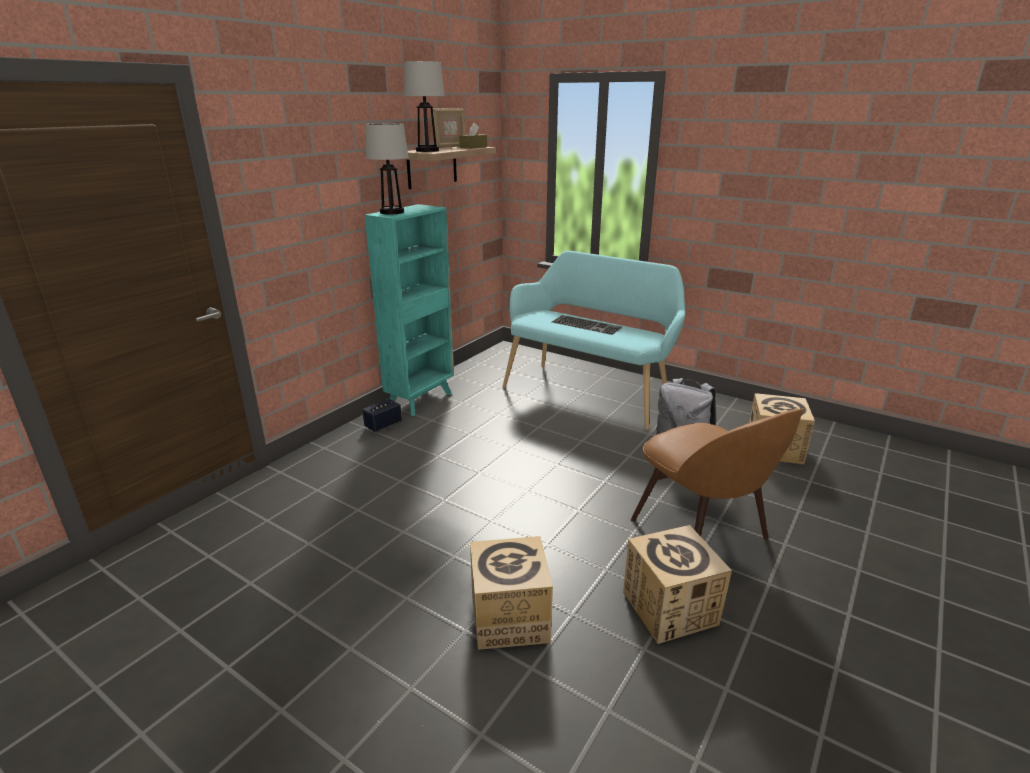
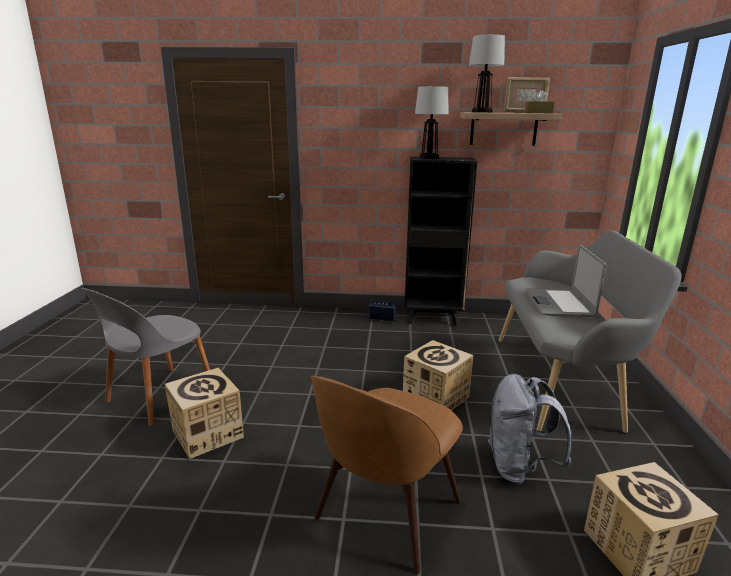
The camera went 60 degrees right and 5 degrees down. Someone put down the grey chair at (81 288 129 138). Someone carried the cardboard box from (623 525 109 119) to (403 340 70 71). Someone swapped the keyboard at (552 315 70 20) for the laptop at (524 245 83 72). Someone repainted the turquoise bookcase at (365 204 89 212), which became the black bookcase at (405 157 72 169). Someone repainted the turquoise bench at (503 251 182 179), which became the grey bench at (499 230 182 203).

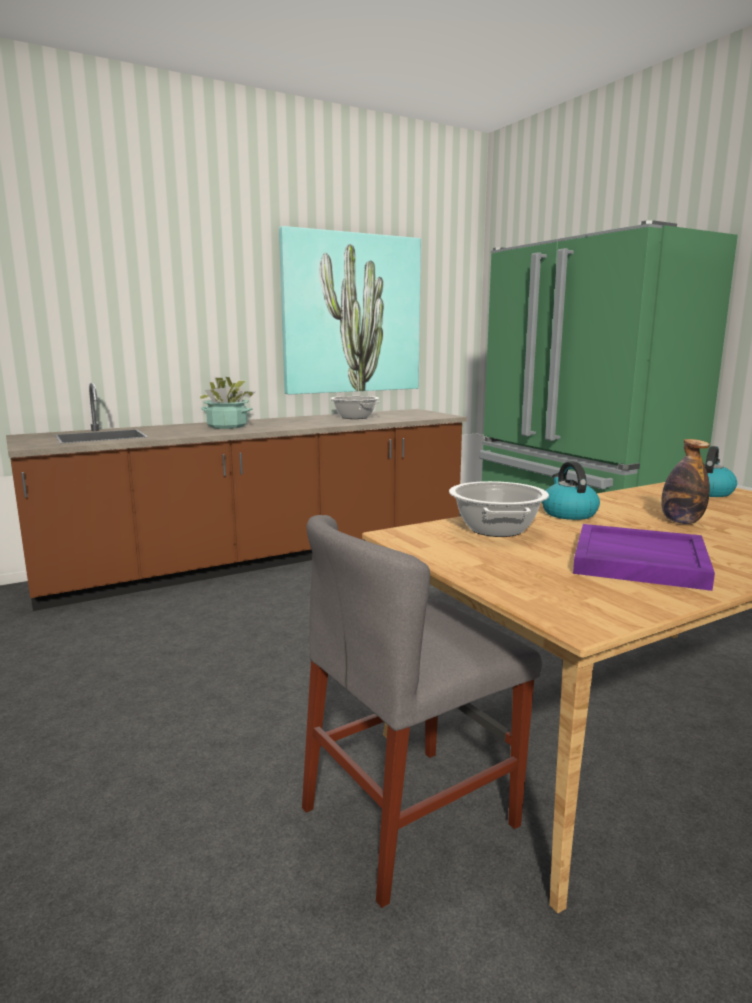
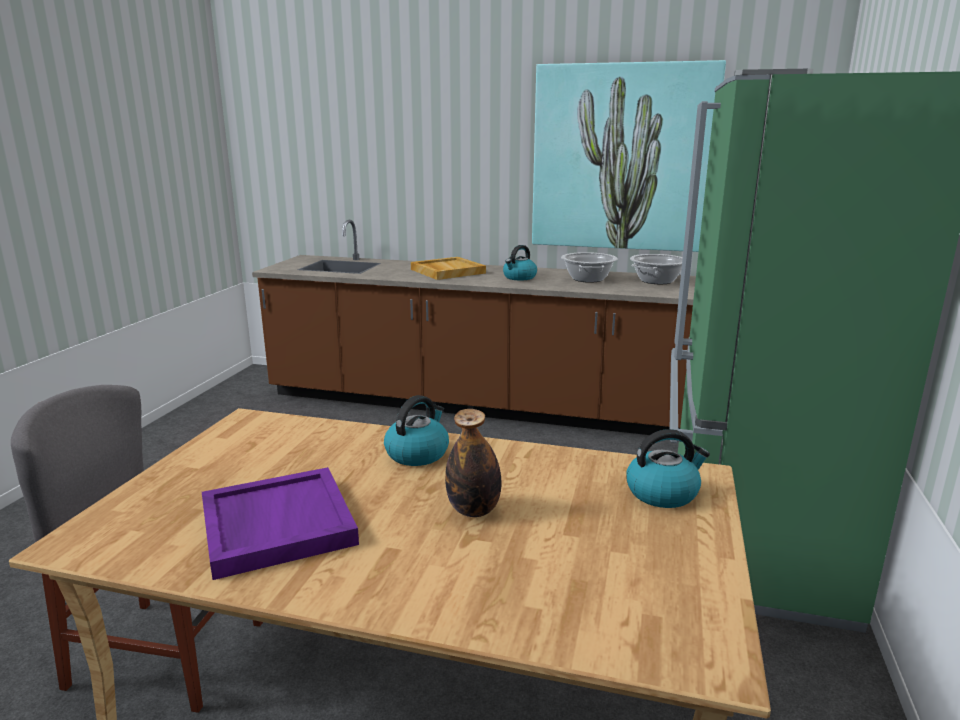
The camera went 45 degrees right and 5 degrees up. Someone put down the kettle at (503 245 34 35). Someone carried the cooking pot from (449 481 100 56) to (630 254 53 30). Someone swapped the potted plant at (198 377 57 52) for the beige tray at (411 257 75 23).

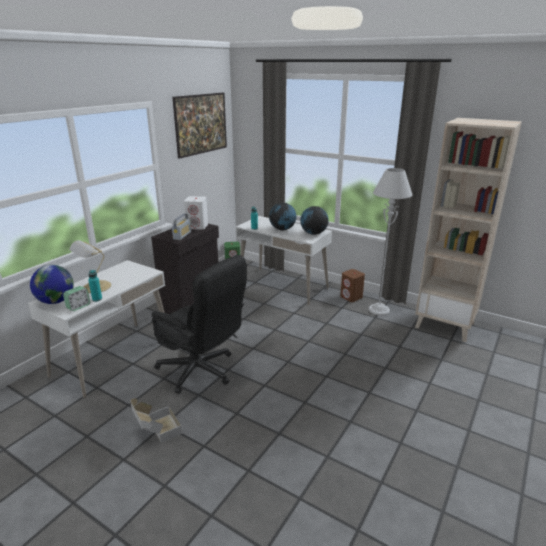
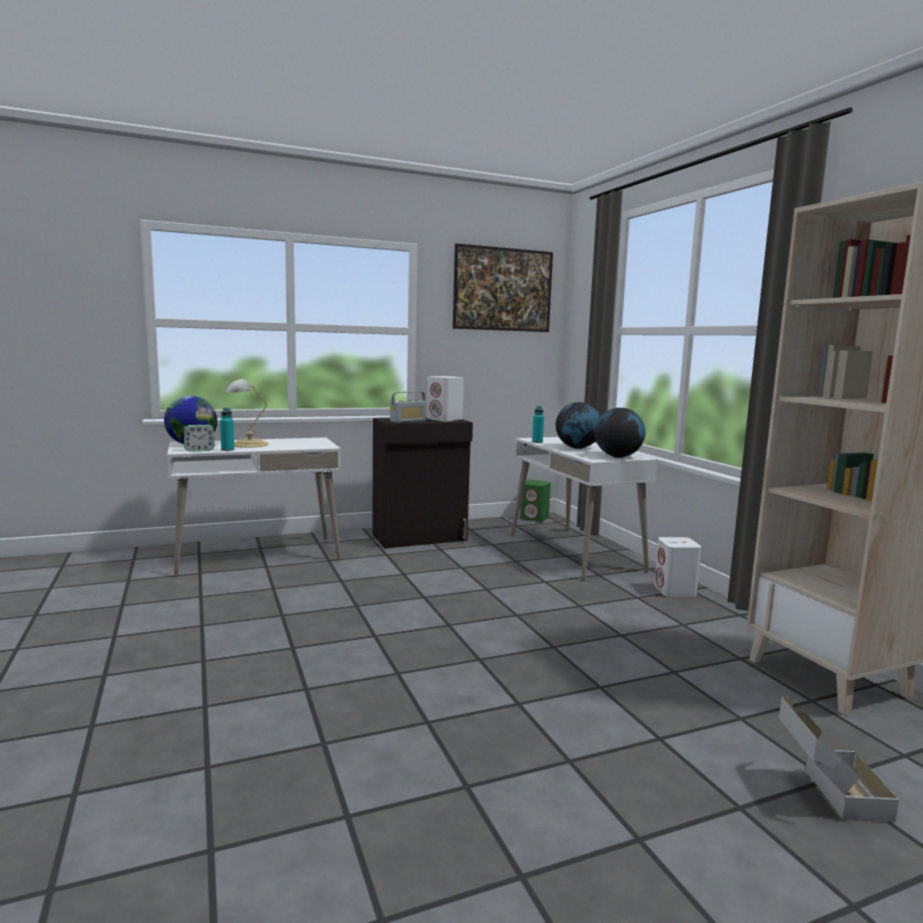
The camera went 35 degrees right and 15 degrees down. Someone took away the black office chair at (152 255 95 139). Someone took away the grey floor lamp at (368 168 44 148). Someone carried the cardboard box from (130 398 52 45) to (779 697 120 125). Someone repainted the brown speaker at (340 269 25 33), which became the white speaker at (654 537 47 60).

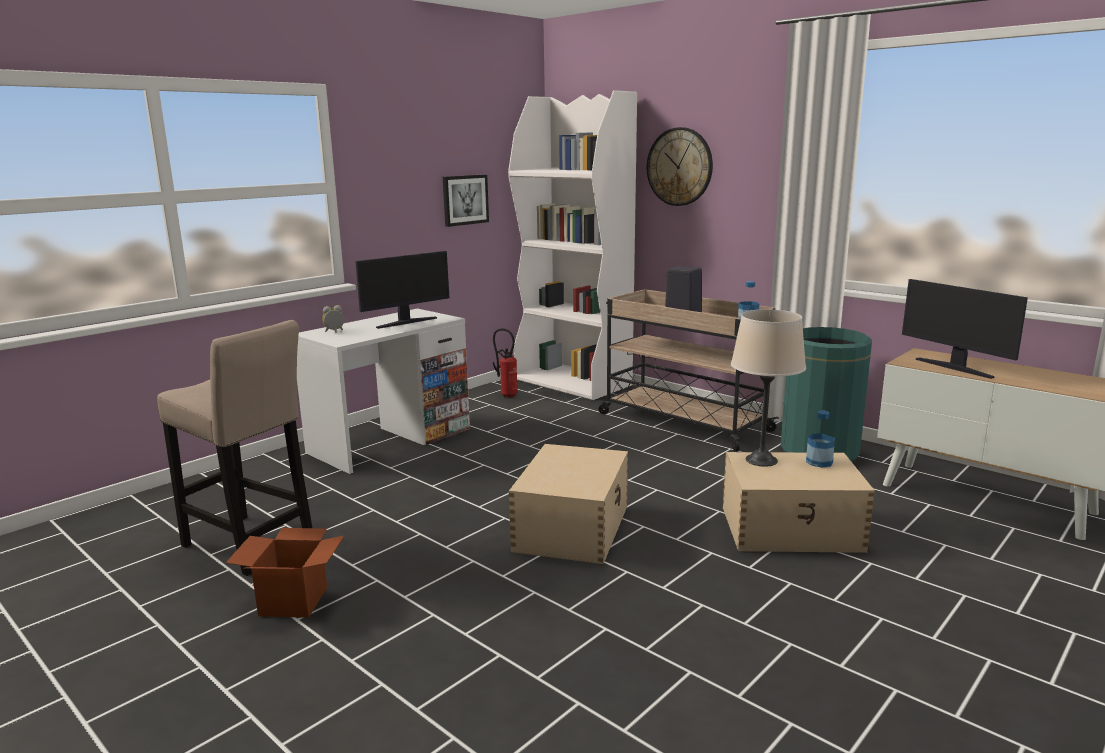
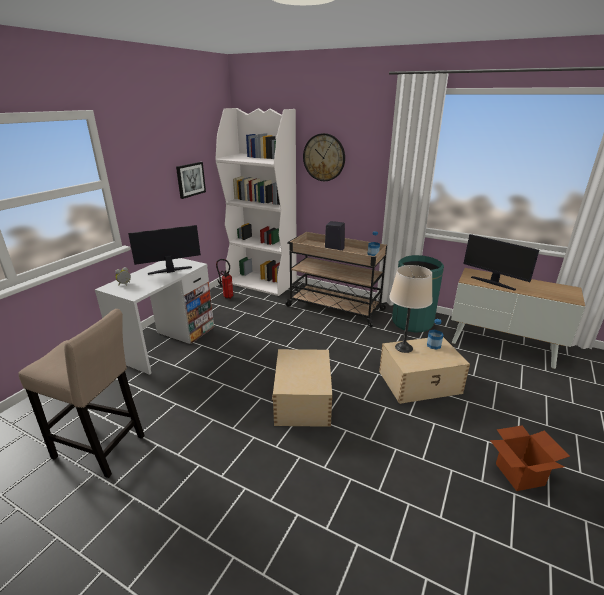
The camera went 15 degrees left and 10 degrees up. Someone carried the cardboard box from (226 528 118 90) to (490 425 80 66). Someone rotated the monitor at (355 251 95 78) by 150 degrees counterclockwise.

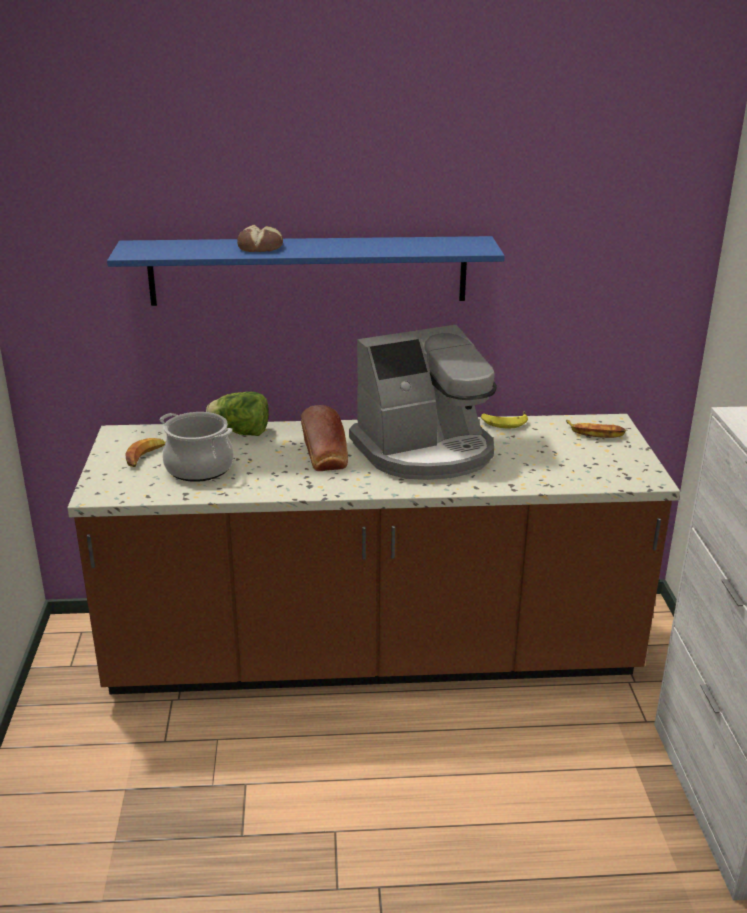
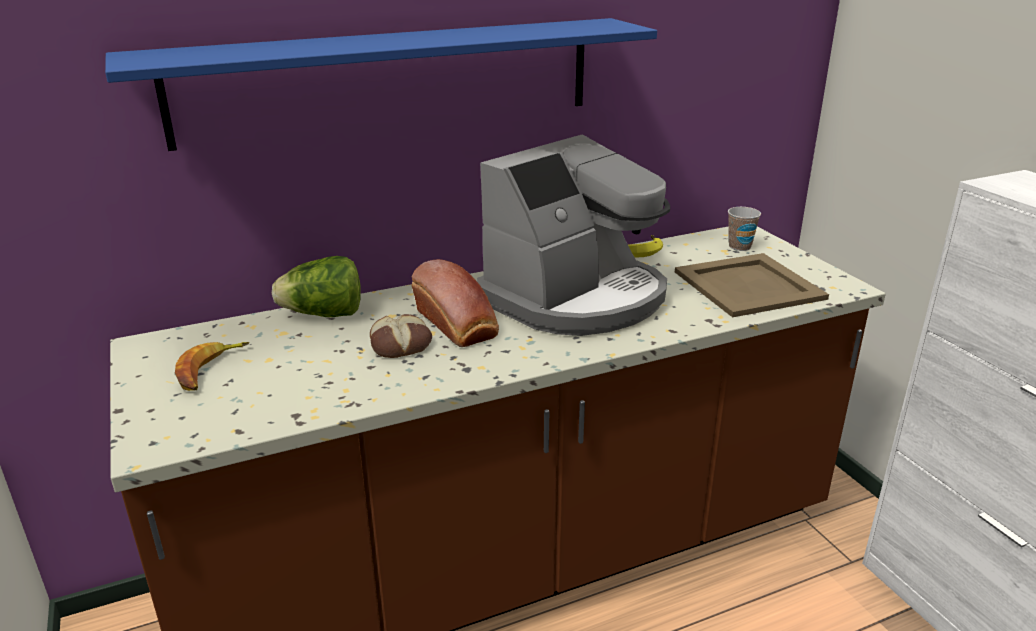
The camera went 20 degrees left and 0 degrees up. Someone took away the cooking pot at (159 412 75 70). Someone put down the beige tray at (675 253 154 64). Someone carried the bread from (237 225 46 27) to (370 314 62 44). Someone swapped the banana at (566 420 60 18) for the cup at (728 207 33 44).

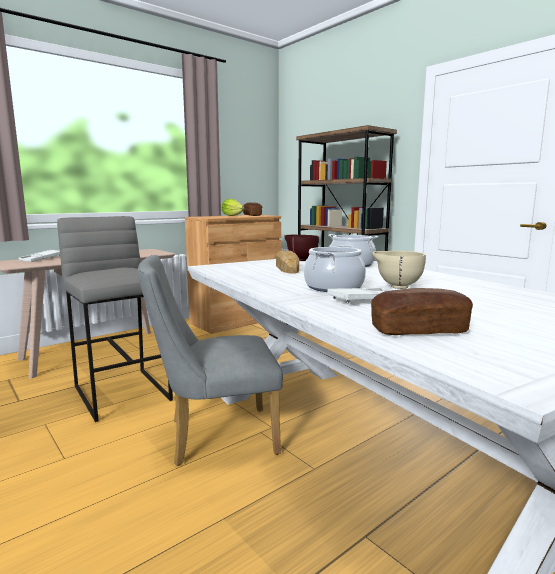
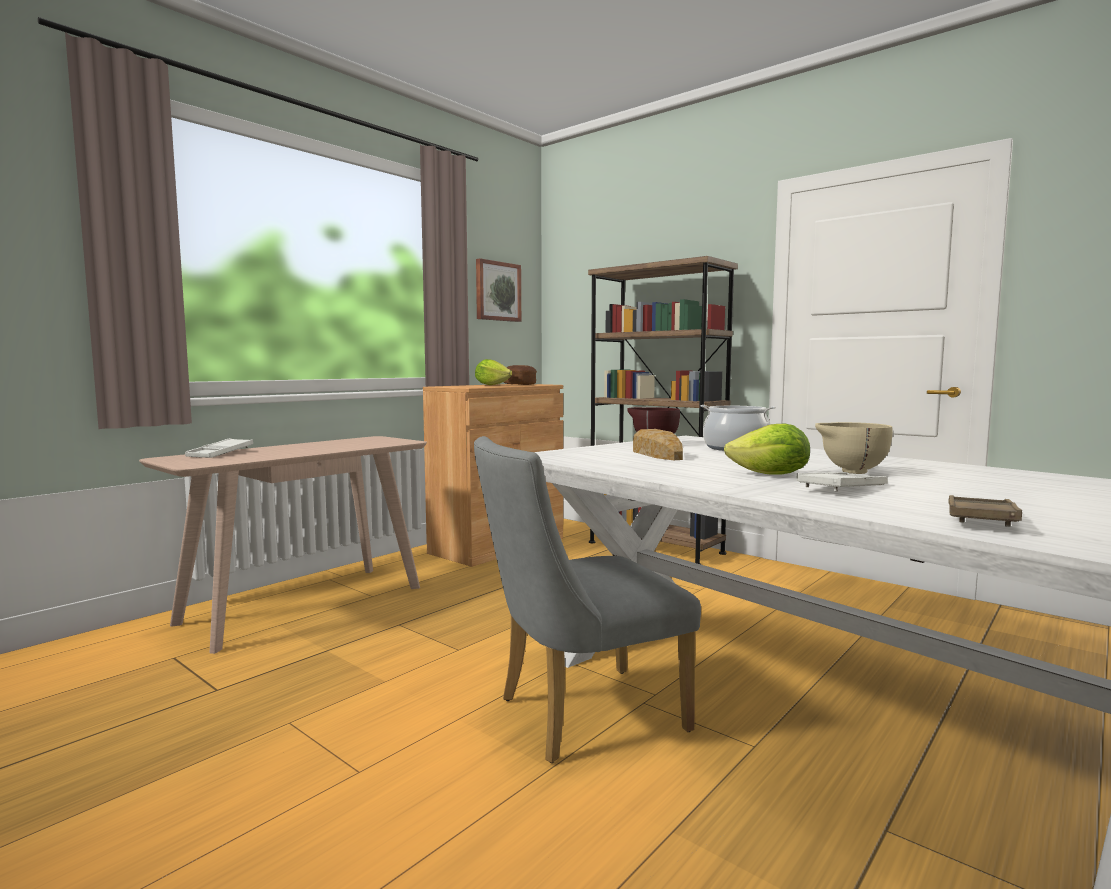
The camera went 10 degrees left and 5 degrees down. Someone took away the grey stool at (57 216 116 206). Someone put up the picture at (476 258 45 64). Someone swapped the cooking pot at (304 245 62 47) for the lettuce at (724 424 86 51). Someone swapped the bread at (371 288 102 47) for the brown tray at (948 495 74 32).

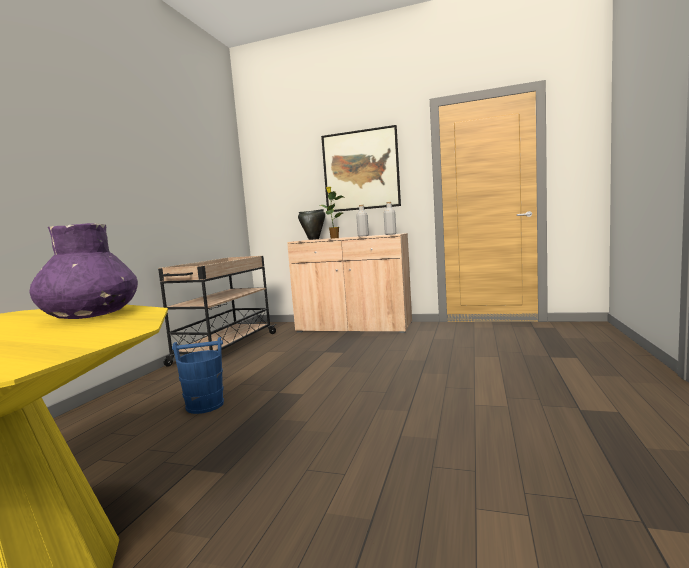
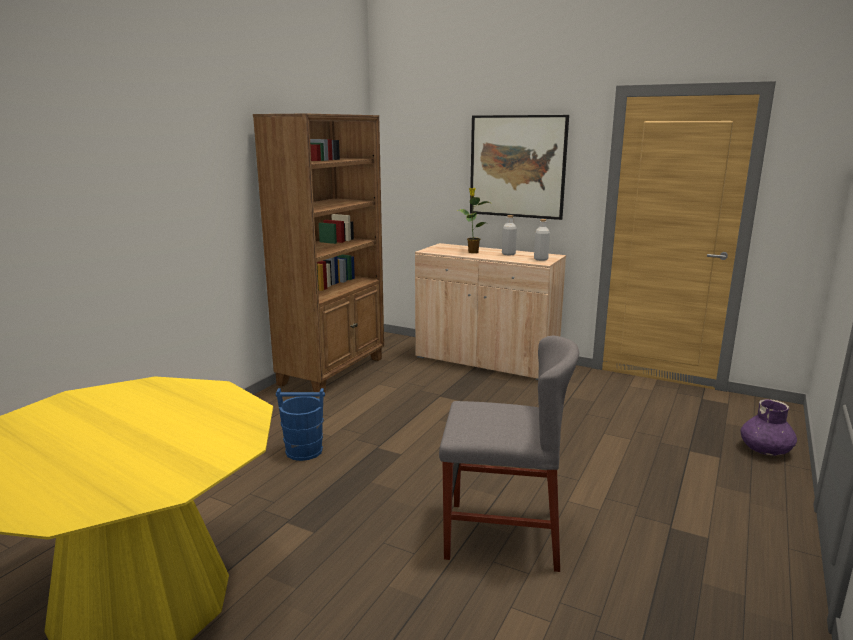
The camera went 10 degrees right and 10 degrees up. Someone took away the black cooking pot at (298 209 27 31). Someone put down the grey chair at (439 335 140 237). Someone carried the purple vase from (29 223 109 96) to (741 399 56 57). Someone swapped the beige cart at (158 256 119 110) for the brown bookcase at (253 114 131 278).

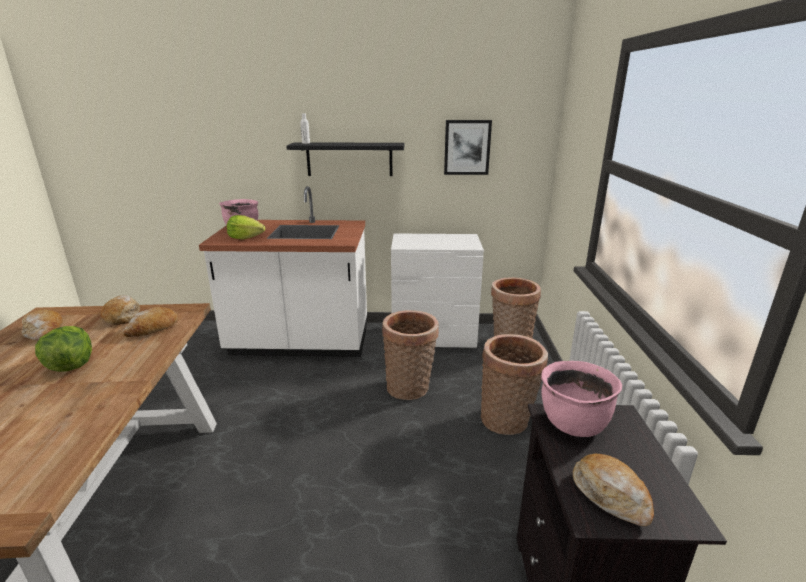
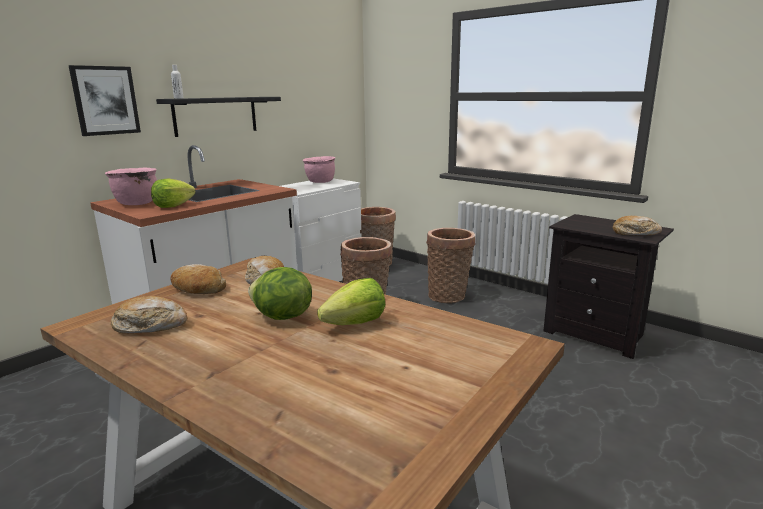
The camera went 50 degrees left and 5 degrees down. Someone put down the lettuce at (317 278 68 47). Someone carried the picture from (444 120 48 55) to (68 65 73 71). Someone carried the pink cooking pot from (541 361 81 76) to (303 156 32 27).

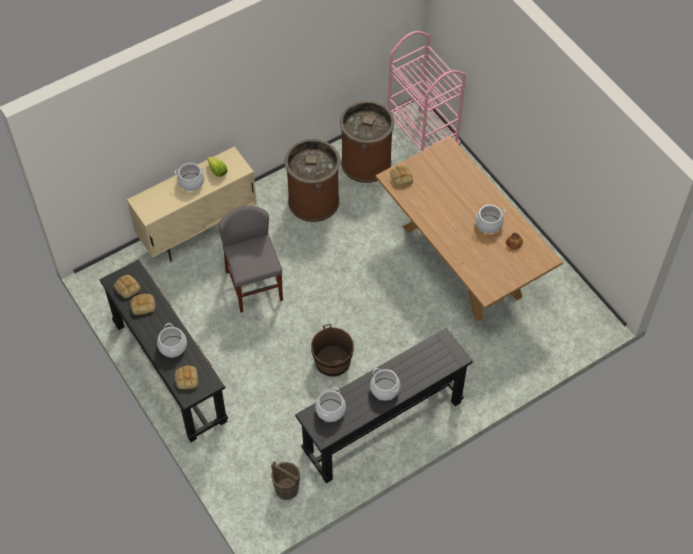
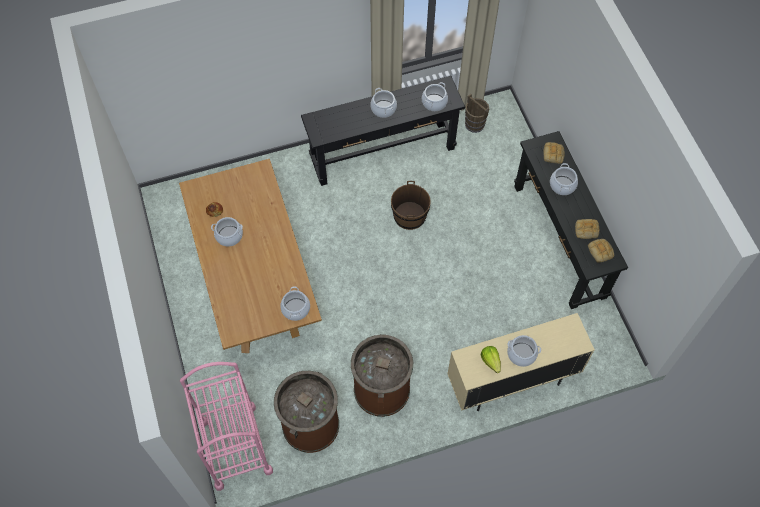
The camera went 165 degrees left and 5 degrees up. Someone took away the grey chair at (219 206 64 107). Someone swapped the bread at (390 166 23 20) for the cooking pot at (280 286 30 35).

